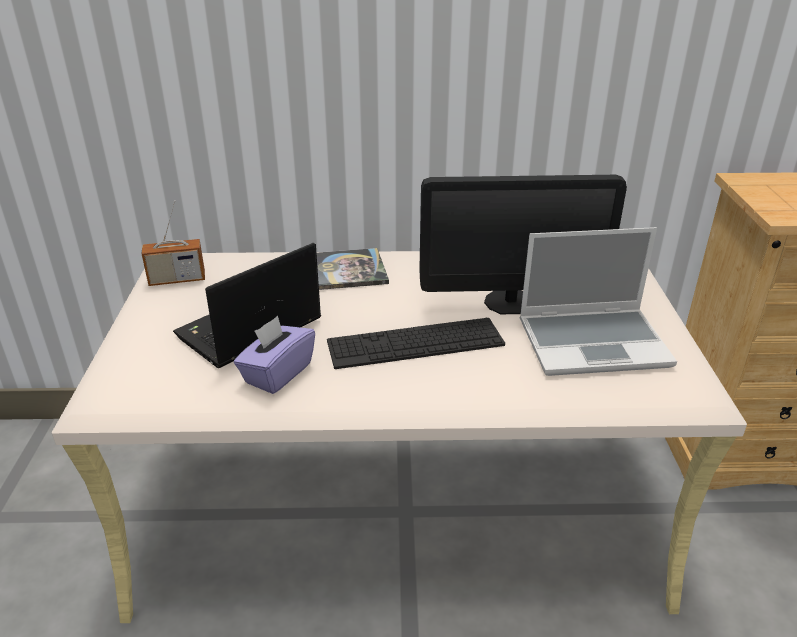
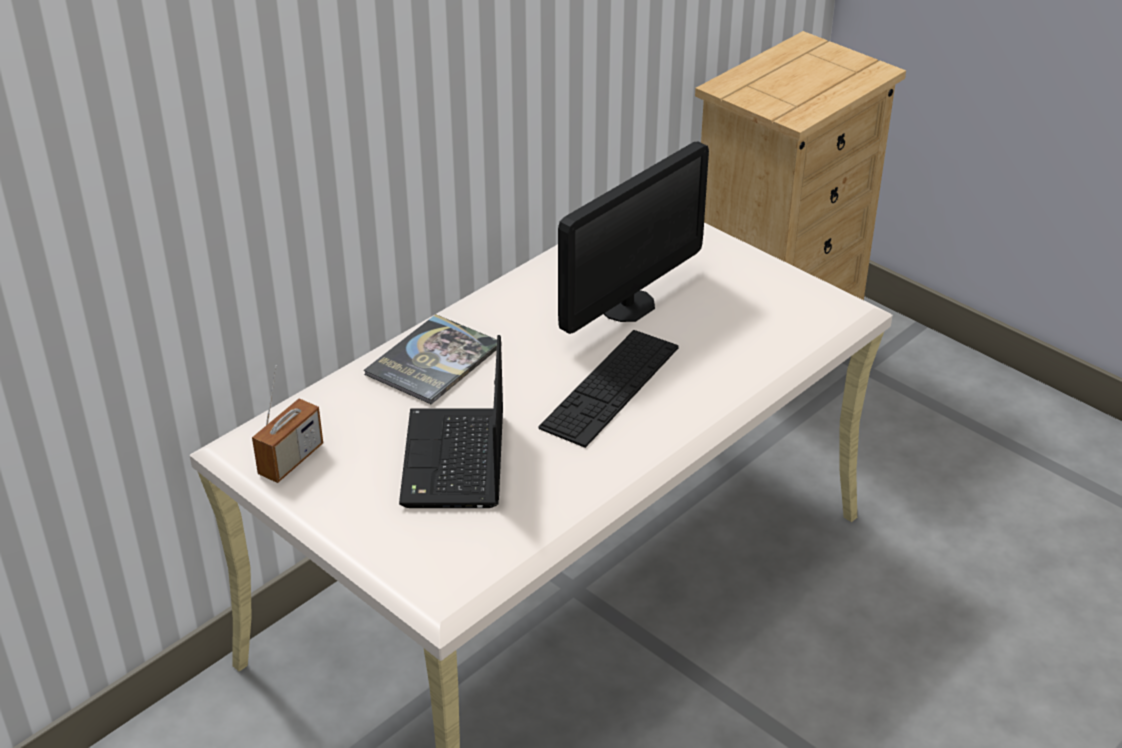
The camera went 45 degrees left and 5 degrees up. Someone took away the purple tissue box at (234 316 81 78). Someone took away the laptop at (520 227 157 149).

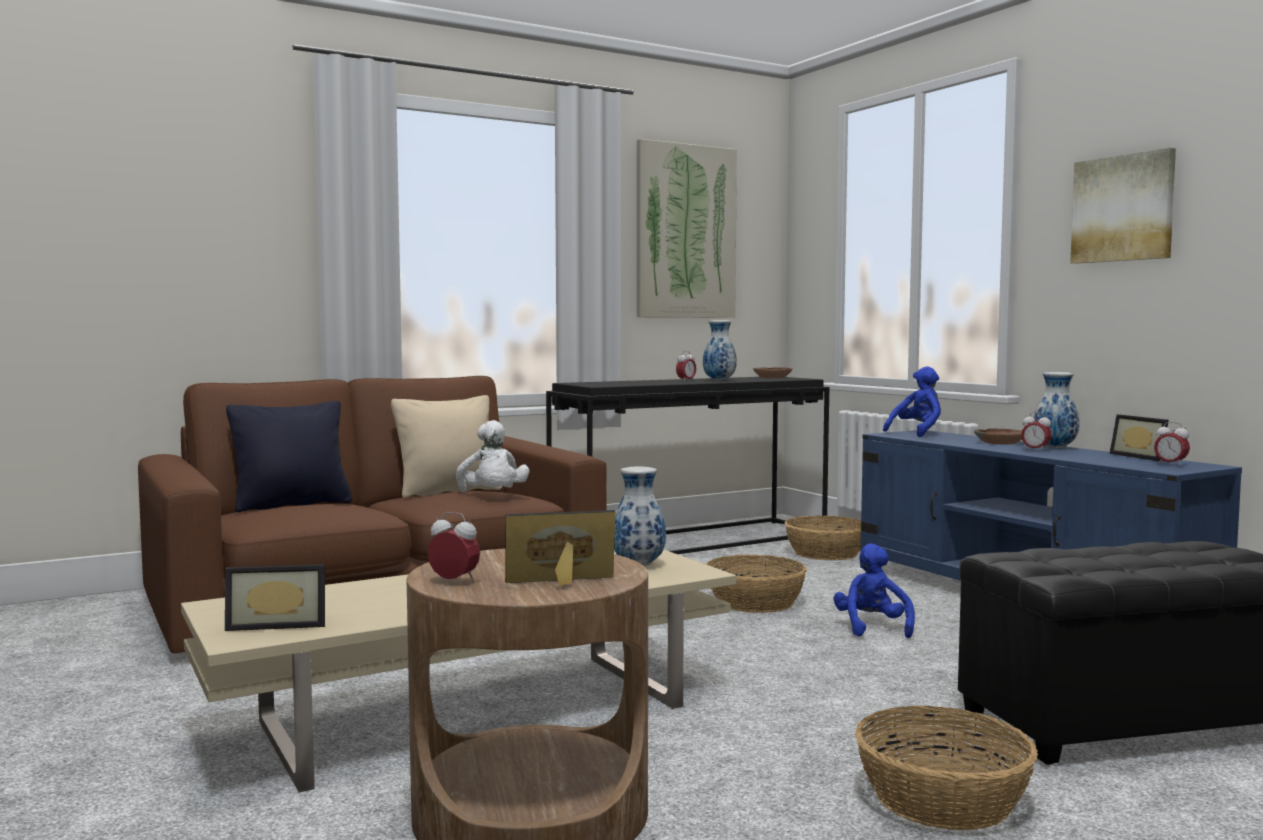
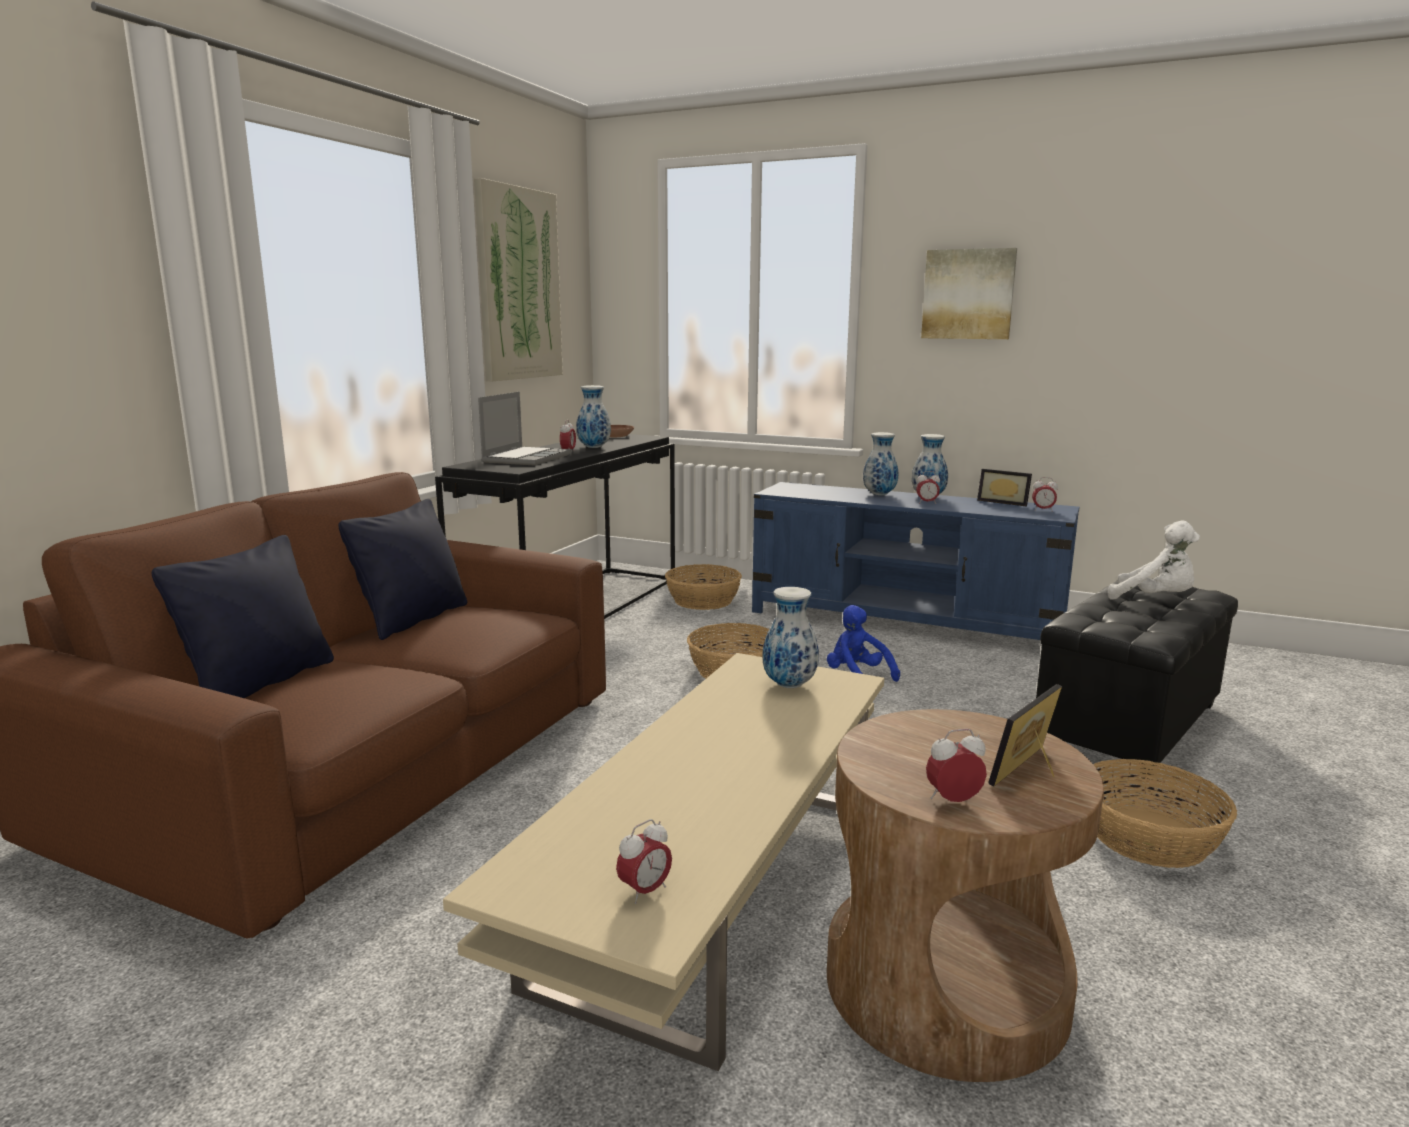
The camera went 35 degrees left and 10 degrees up. Someone took away the blue plush toy at (883 366 58 71). Someone put down the laptop at (478 392 93 74). Someone carried the white plush toy from (456 420 73 73) to (1108 521 92 79). Someone swapped the picture frame at (225 564 100 67) for the alarm clock at (616 819 56 85). Someone swapped the brown bowl at (974 429 48 15) for the vase at (863 432 35 63). Someone repainted the beige pillow at (391 395 111 103), which became the black pillow at (339 499 128 141).

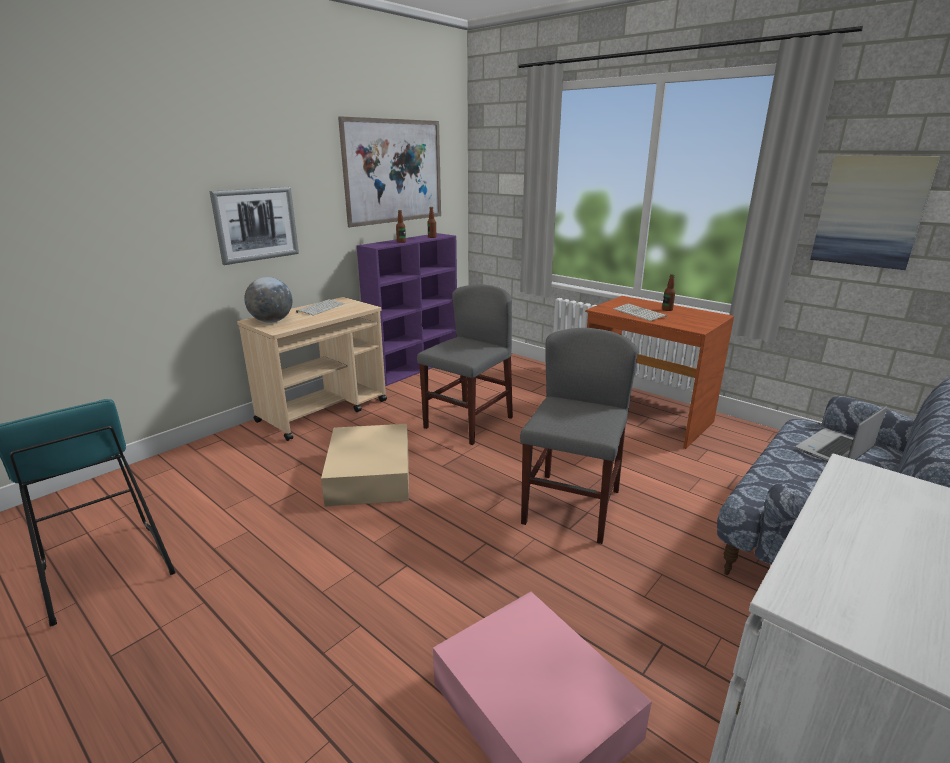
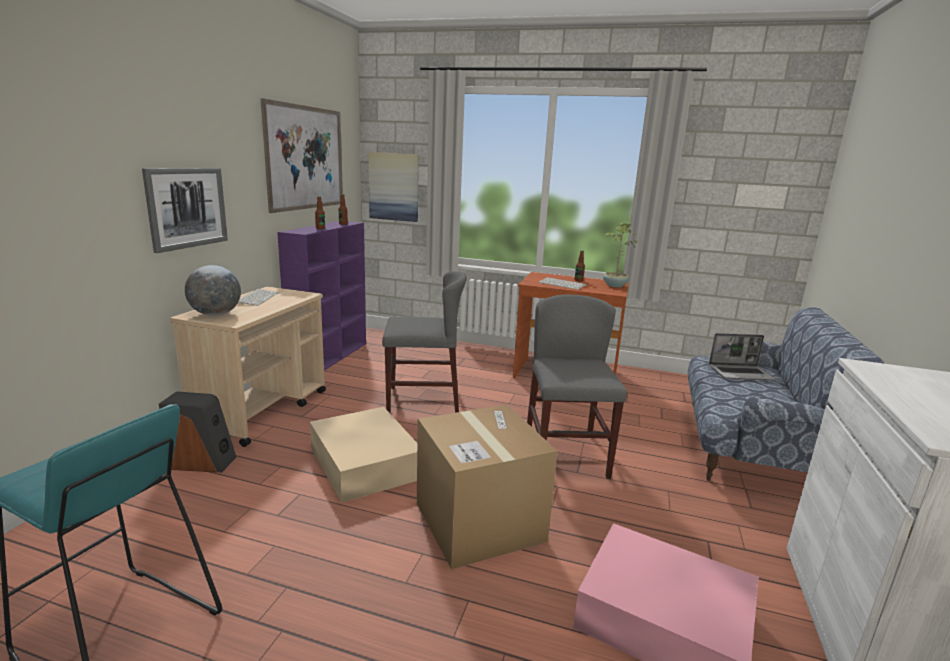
The camera went 25 degrees left and 5 degrees down. Someone put down the speaker at (159 391 77 81). Someone put down the cardboard box at (417 405 141 165). Someone put down the potted plant at (603 223 35 64). Someone carried the picture from (810 155 131 115) to (368 152 51 70). Someone rotated the grey chair at (417 285 96 160) by 75 degrees clockwise. Someone rotated the laptop at (795 406 92 56) by 120 degrees counterclockwise.

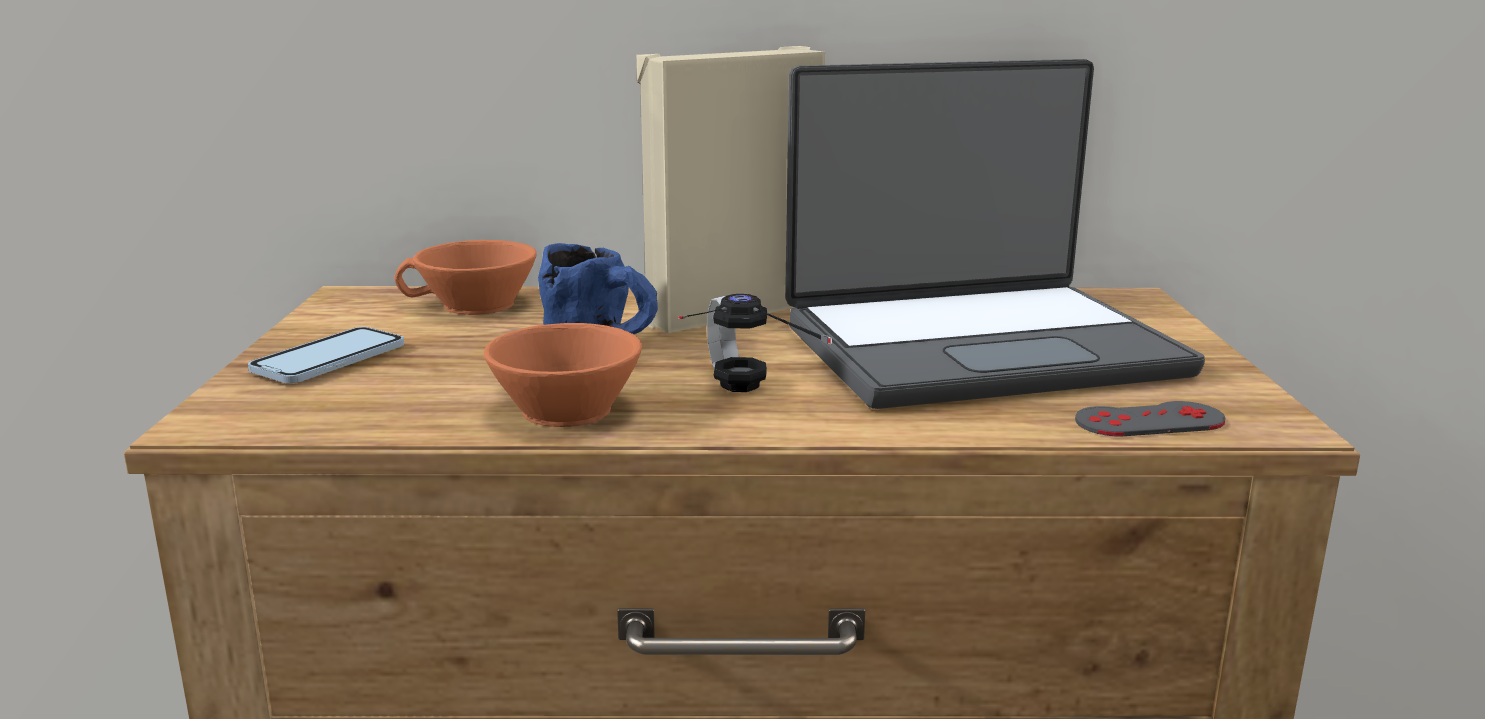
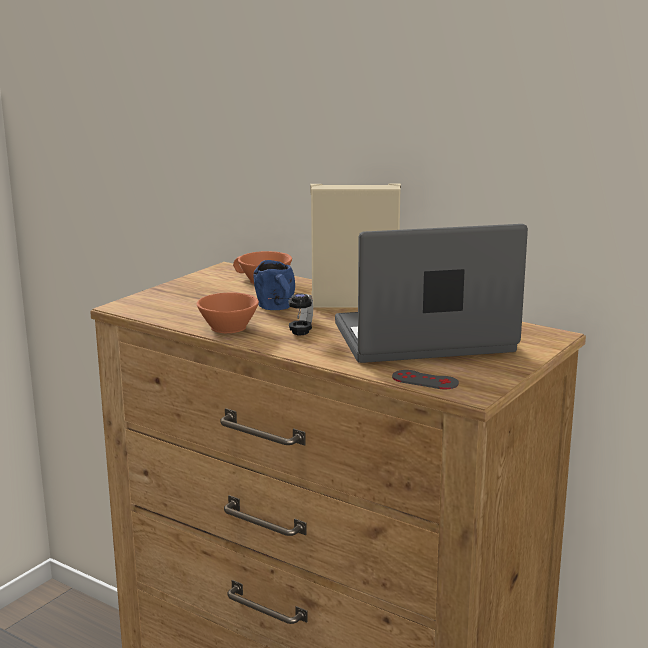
The camera went 35 degrees right and 0 degrees up. Someone took away the phone at (248 327 156 56). Someone rotated the laptop at (785 59 420 350) by 150 degrees clockwise.

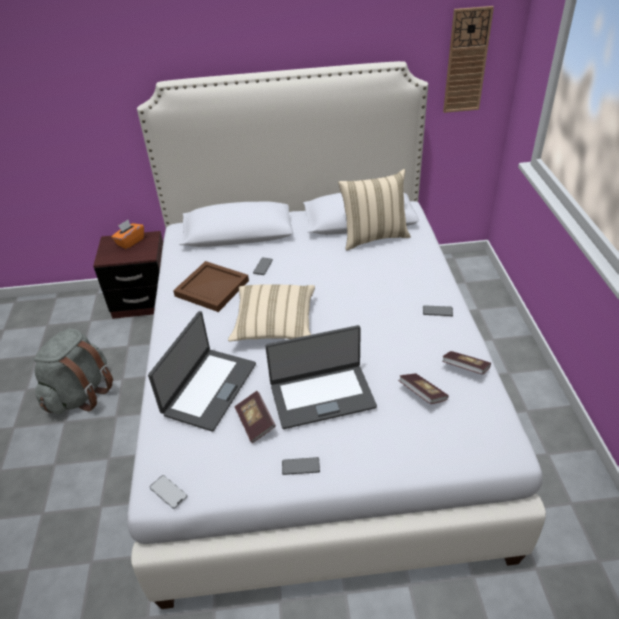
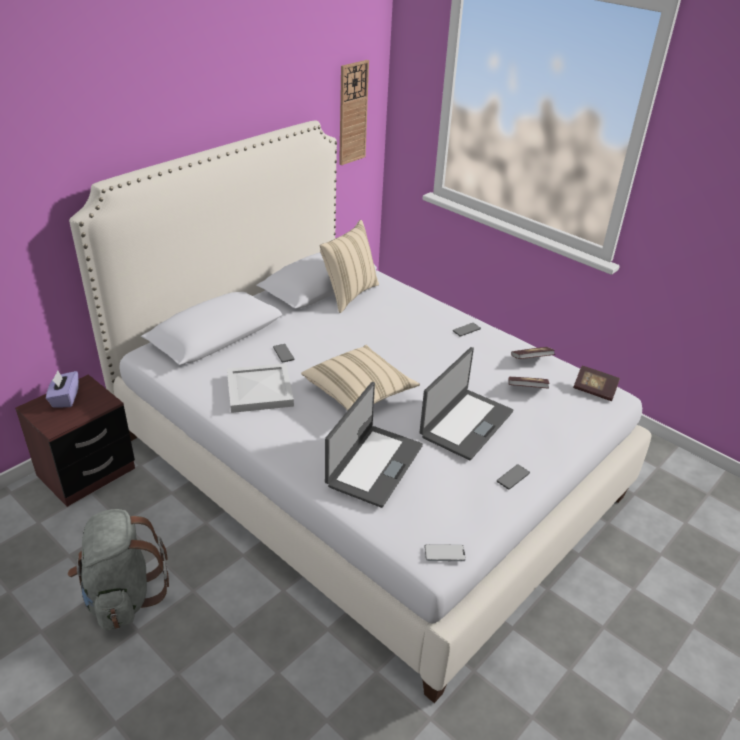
The camera went 45 degrees left and 5 degrees down. Someone carried the book from (235 391 41 52) to (573 366 47 35). Someone repainted the orange tissue box at (112 220 32 29), which became the purple tissue box at (46 371 33 37). Someone repainted the brown tray at (173 261 76 51), which became the white tray at (227 363 67 50). Someone rotated the laptop at (148 311 108 121) by 45 degrees clockwise.

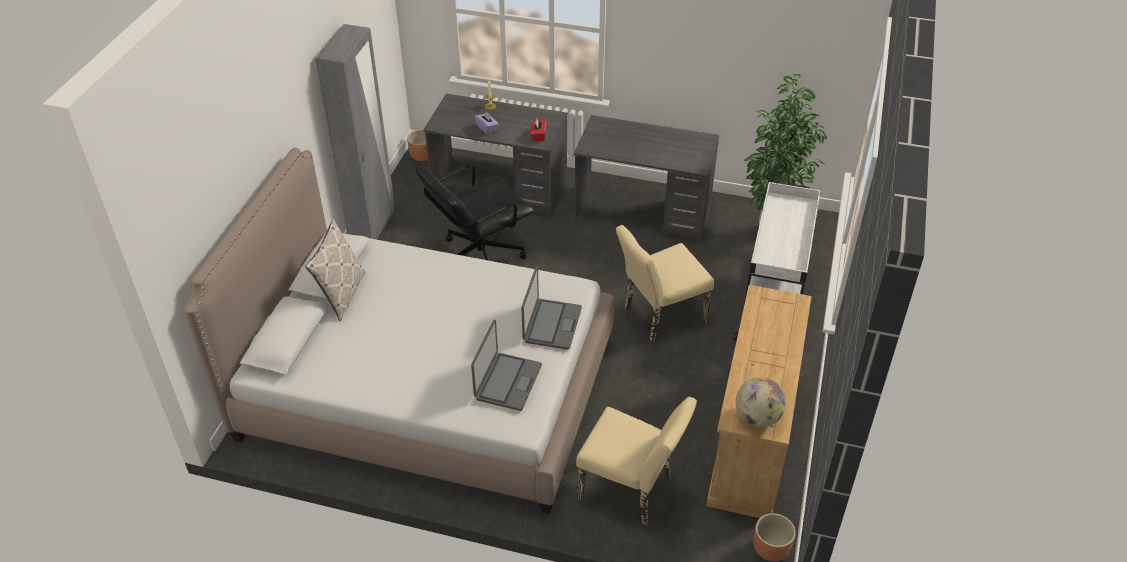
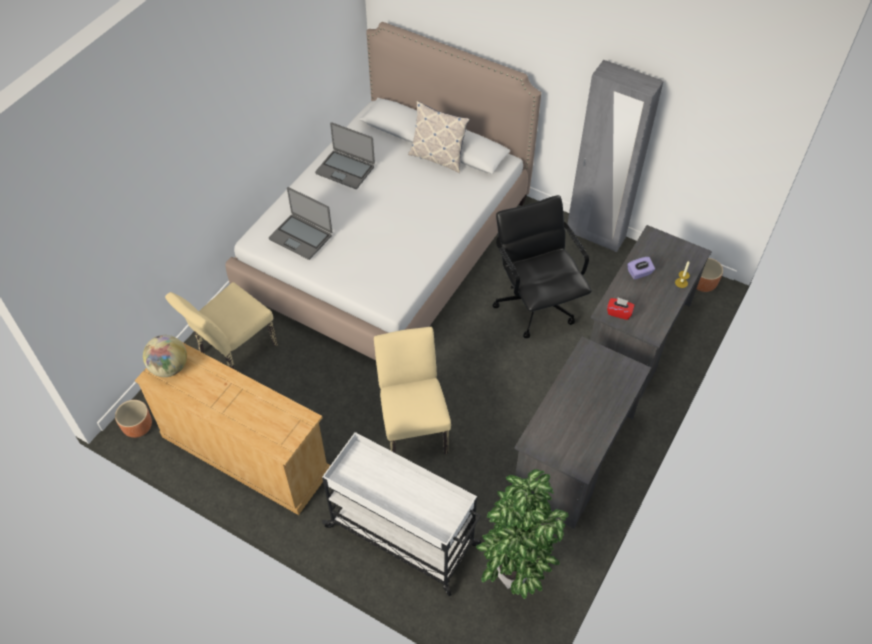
The camera went 105 degrees right and 10 degrees up. Someone carried the laptop from (521 266 61 84) to (315 122 60 67).

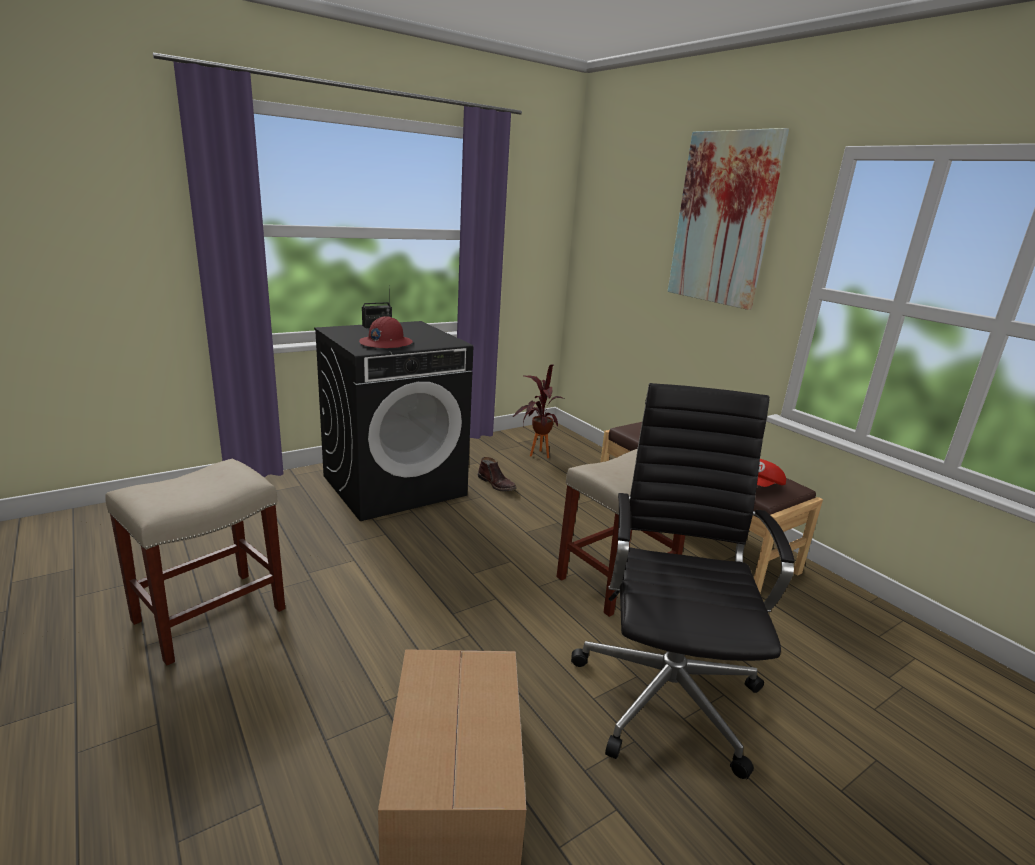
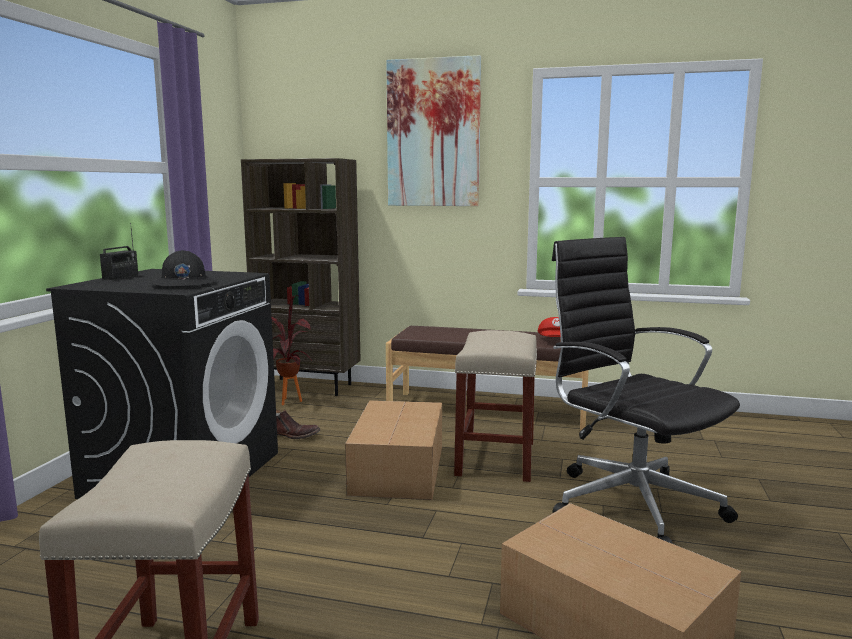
The camera went 40 degrees left and 10 degrees down. Someone put down the brown bookcase at (241 158 120 238). Someone put down the cardboard box at (345 400 97 100). Someone repainted the red hard hat at (359 316 54 32), which became the black hard hat at (150 250 67 37).

